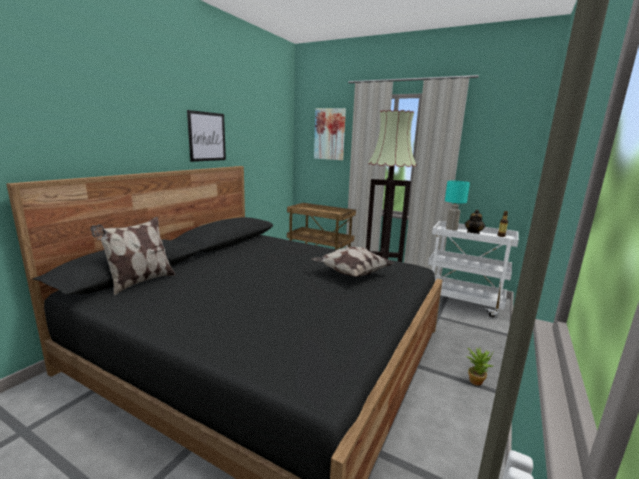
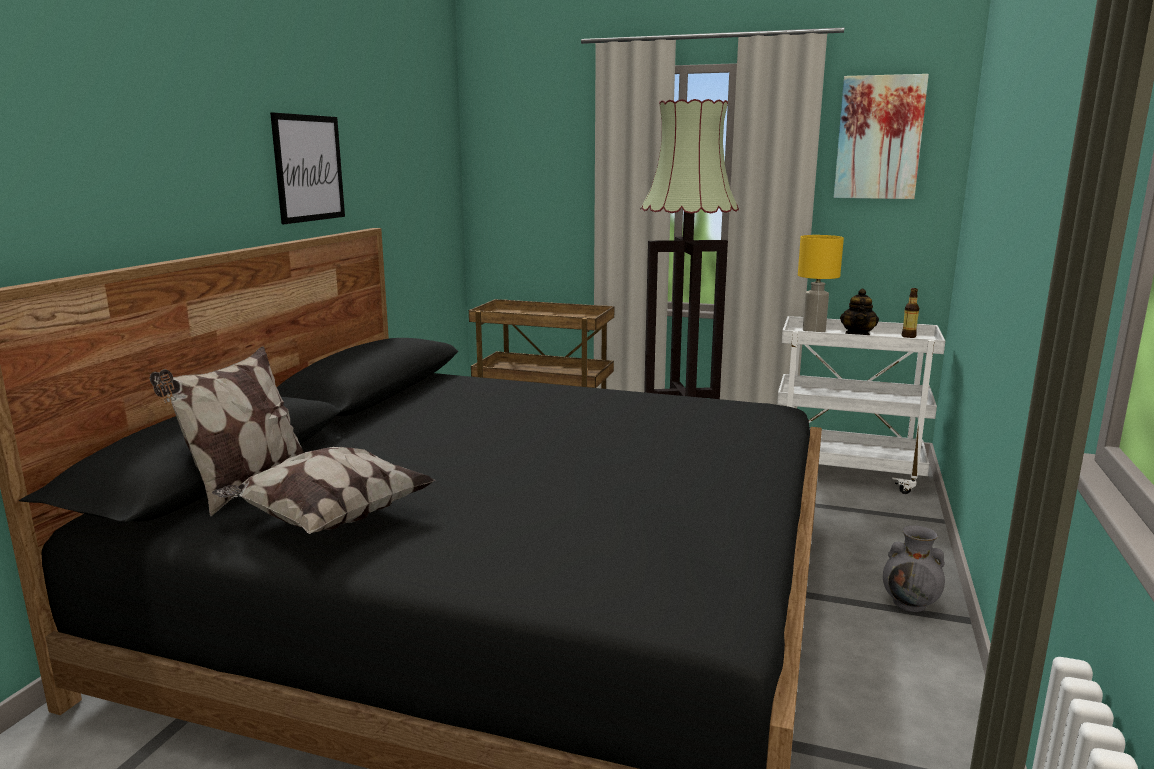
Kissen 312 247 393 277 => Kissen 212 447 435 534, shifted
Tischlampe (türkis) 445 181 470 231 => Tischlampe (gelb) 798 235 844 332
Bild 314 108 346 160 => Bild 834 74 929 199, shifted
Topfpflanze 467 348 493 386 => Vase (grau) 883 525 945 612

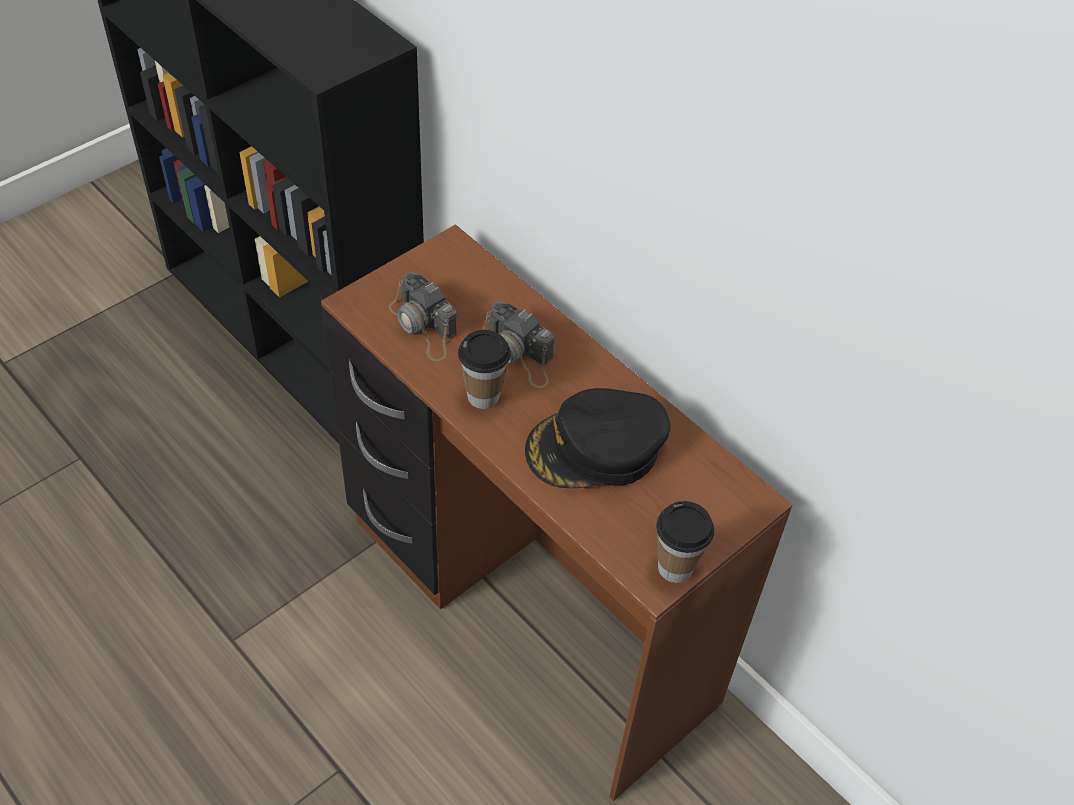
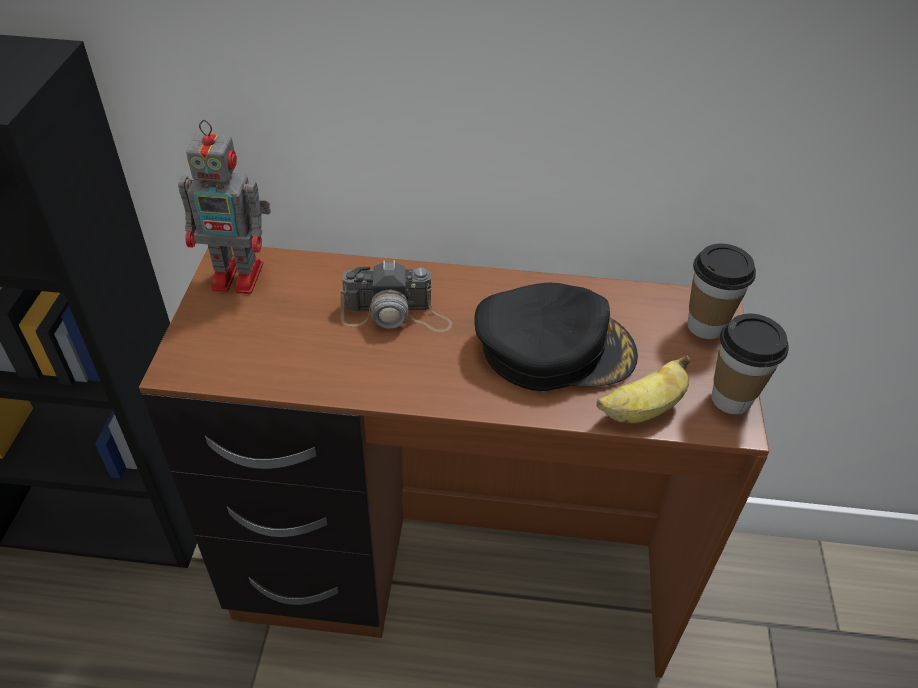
nothing => Spielzeugroboter 178 120 271 294
Kappe (schwarz) 525 388 670 488 => Kappe (schwarz) 475 283 638 391, 120 degrees counterclockwise
nothing => Banane 597 355 690 423
Tasse 458 330 511 409 => Tasse 687 244 756 339, shifted
Kamera 389 272 457 361 => nothing

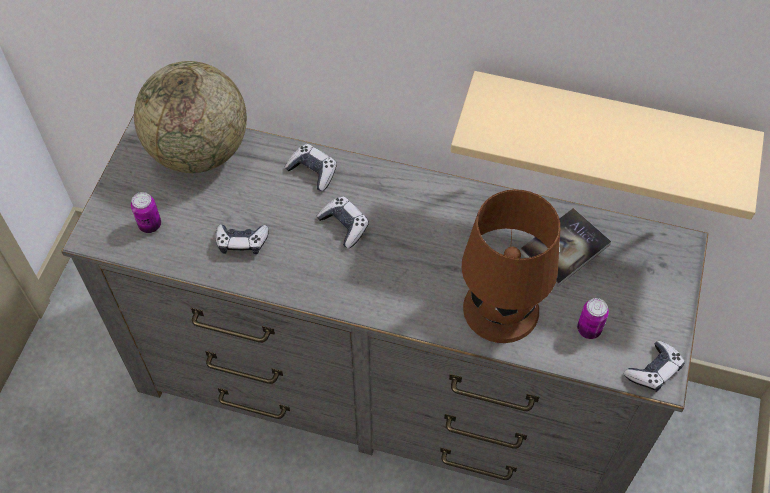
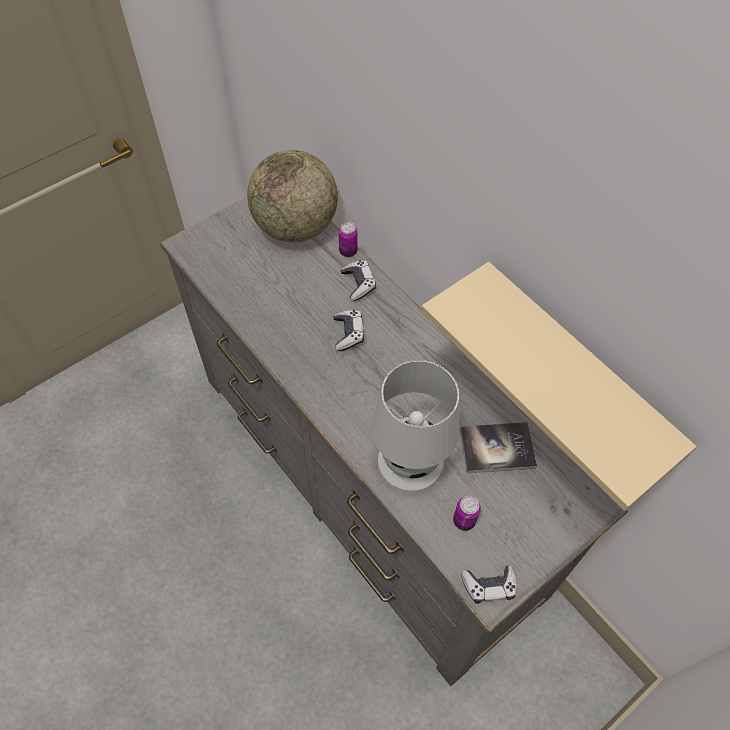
Dose 131 192 161 233 => Dose 339 222 358 257, shifted
Tischlampe (braun) 462 189 560 343 => Tischlampe (weiß) 372 360 459 494
Gamepad 215 224 269 254 => nothing

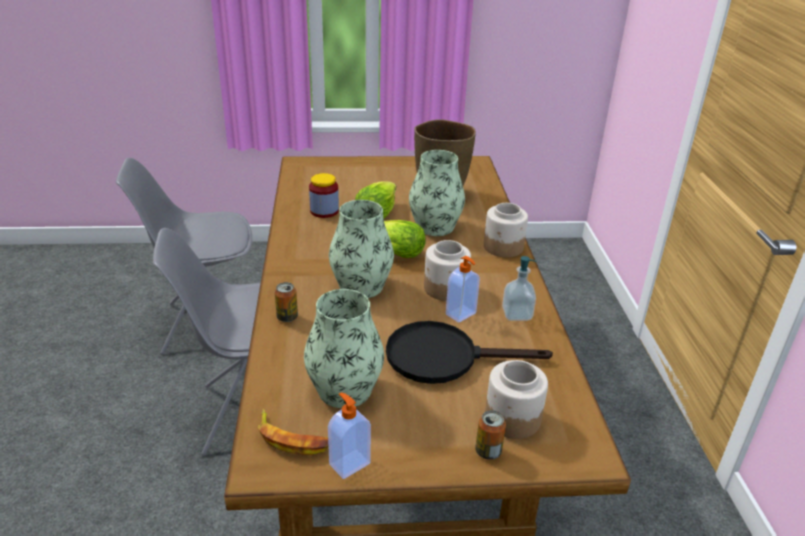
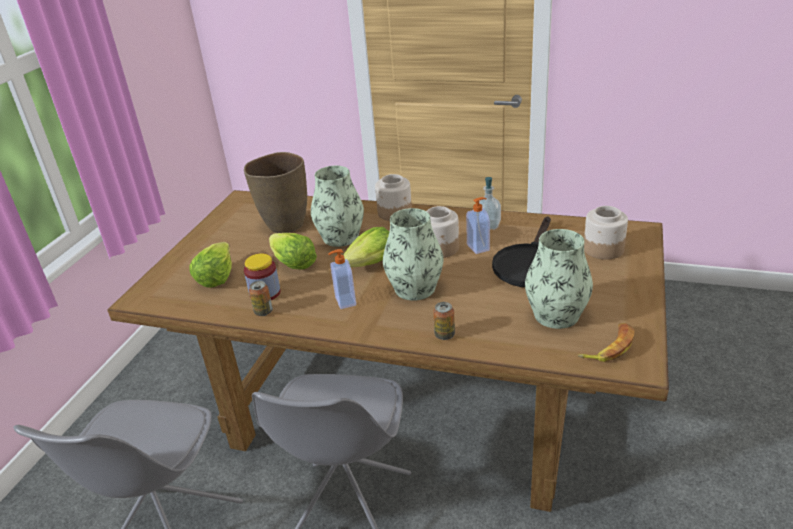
nothing => Salatkopf 190 242 232 288
Dose 475 410 506 460 => Dose 249 281 273 316, shifted
Seifenspender 328 393 371 479 => Seifenspender 328 249 356 309, shifted

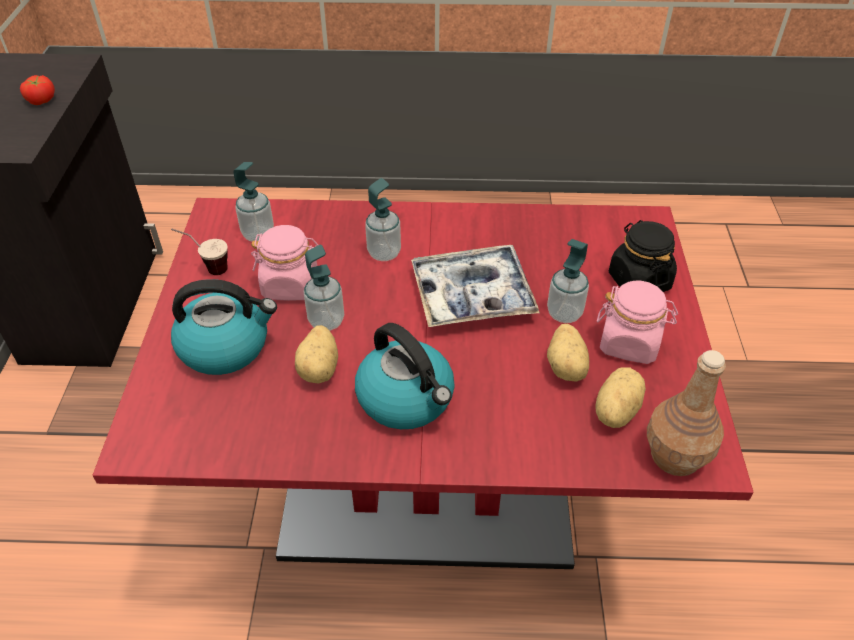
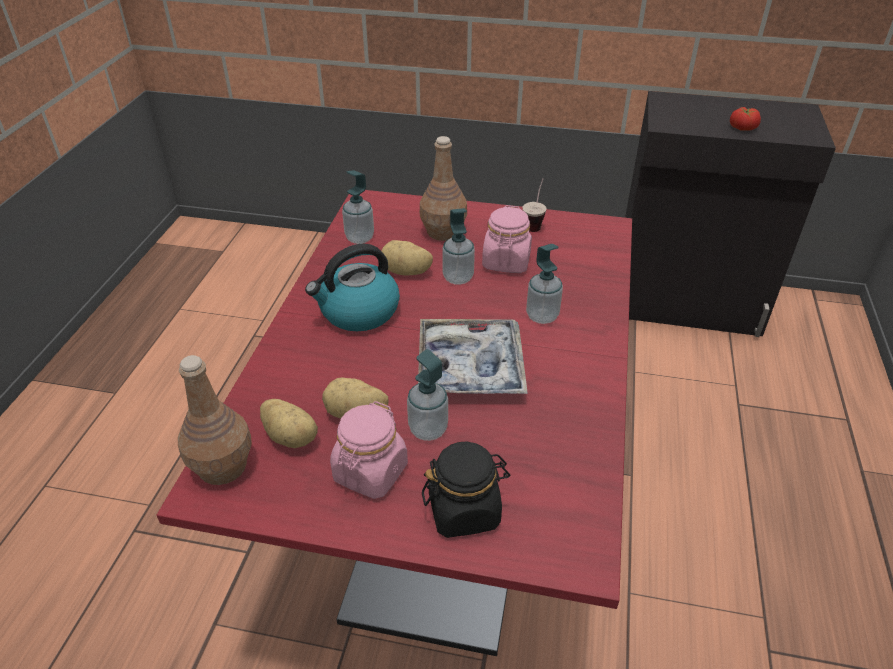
Seifenspender 233 162 274 242 => Seifenspender 342 170 374 244, shifted
Wasserkessel 171 279 277 375 => Flasche (braun) 420 136 467 241

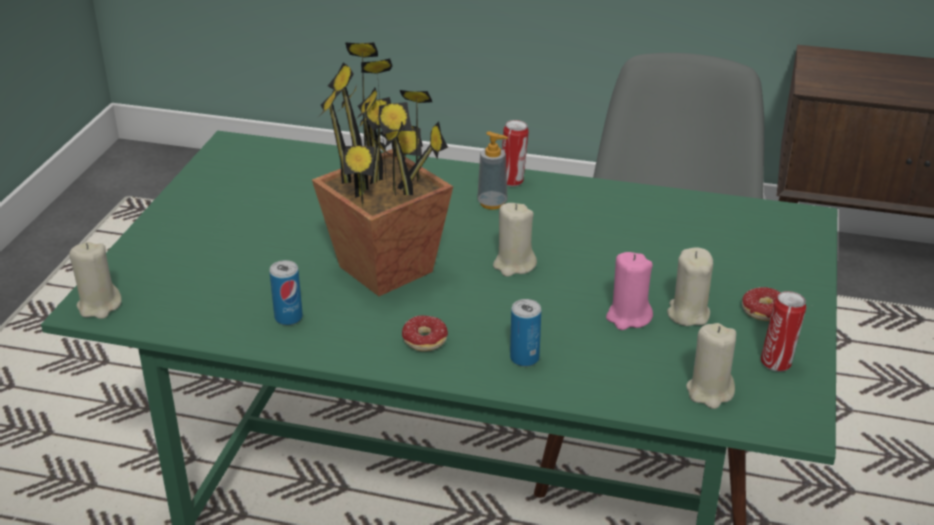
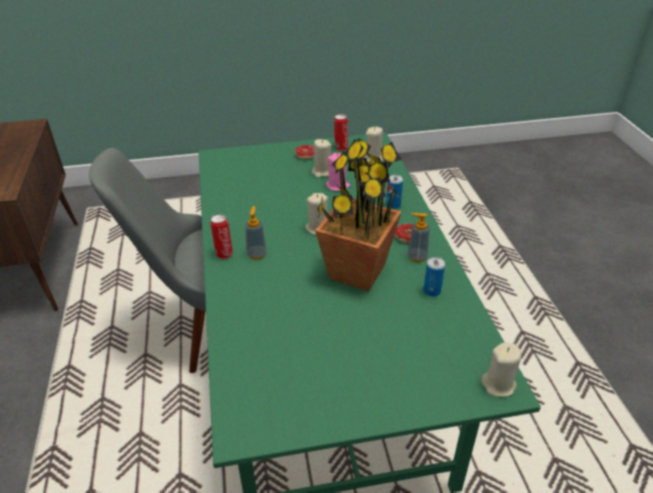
nothing => Seifenspender 408 213 430 262

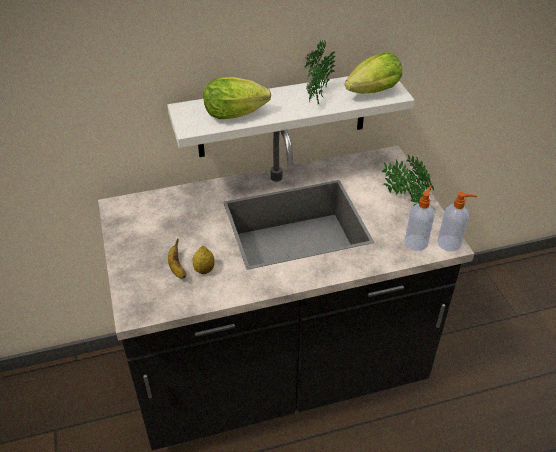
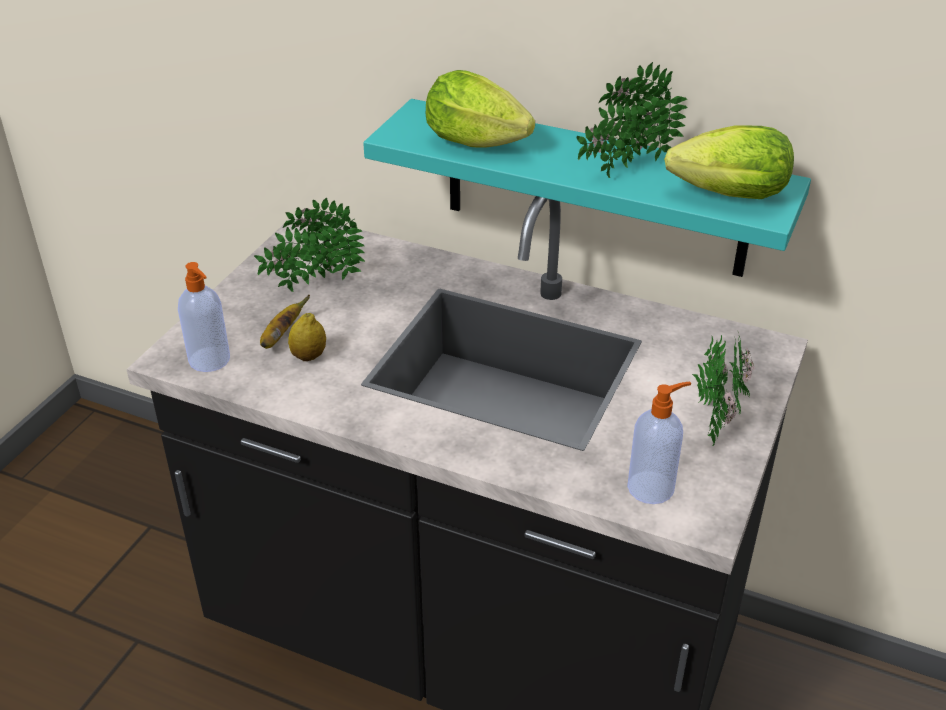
Seifenspender 437 192 477 251 => Seifenspender 178 262 230 372, shifted
nothing => Topfpflanze 254 198 365 292
Wandregal (weiß) 167 76 415 157 => Wandregal (türkis) 363 99 811 277

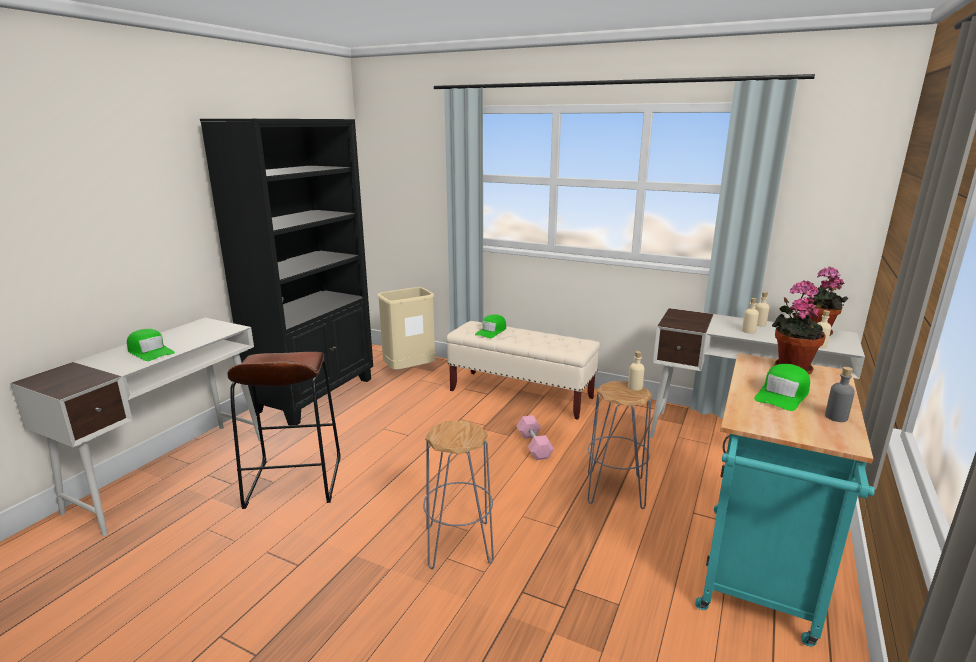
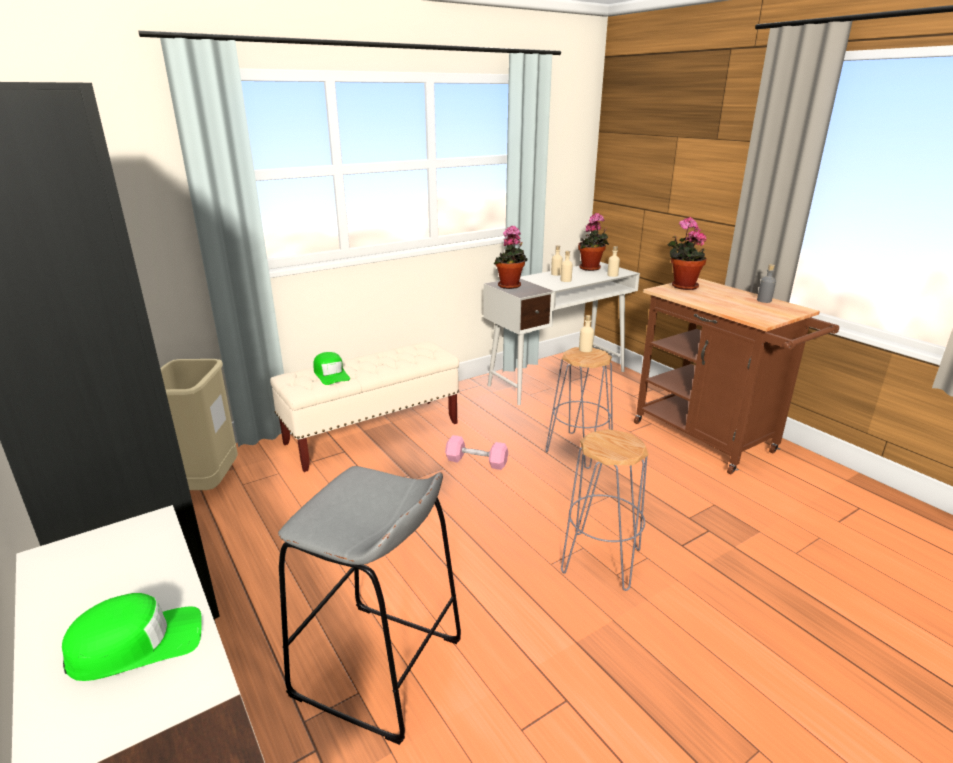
Hocker (braun) 227 352 341 509 => Hocker (grau) 278 466 461 745
nothing => Topfpflanze 494 225 527 289
Rollwagen (türkis) 695 353 875 646 => Rollwagen (braun) 634 278 839 474
Kappe (grün) 754 364 810 411 => nothing

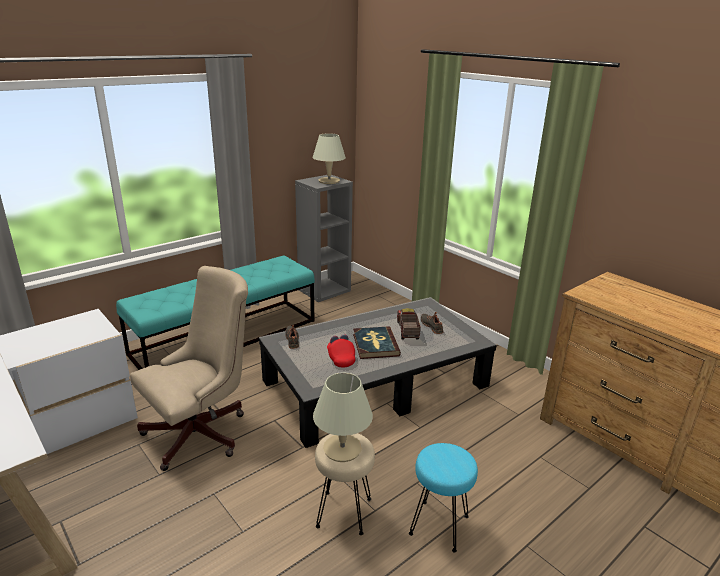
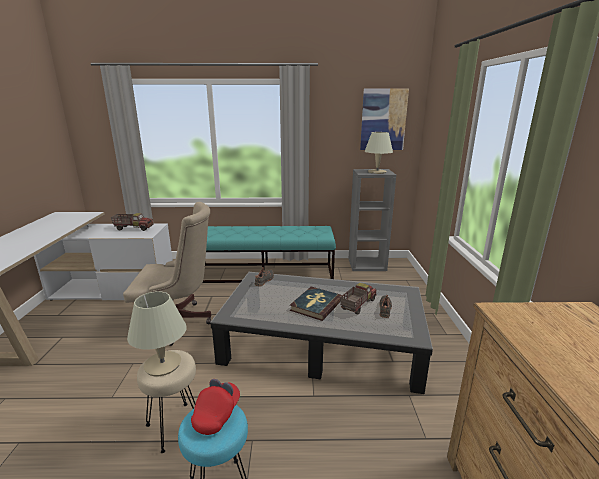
nothing => Spielzeuglaster 111 213 154 231
Kappe (rot) 327 335 356 367 => Kappe (rot) 191 379 240 435, shifted
nothing => Bild 360 88 409 150

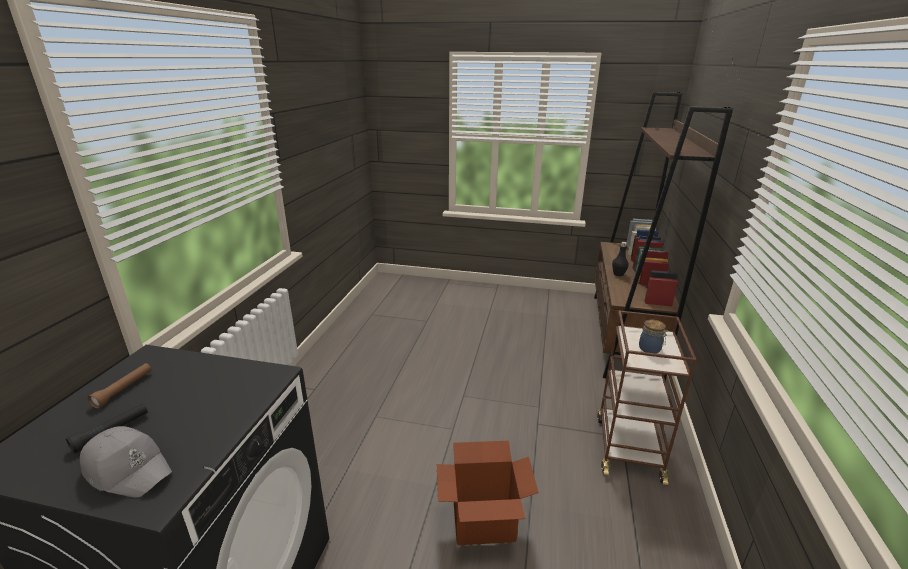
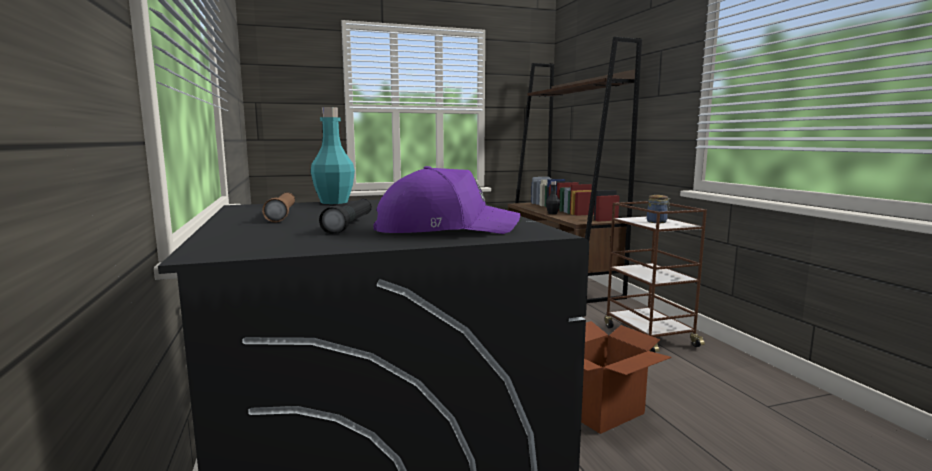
nothing => Flasche (türkis) 311 107 355 204
Kappe (grau) 80 426 172 498 => Kappe (lila) 374 166 520 234

